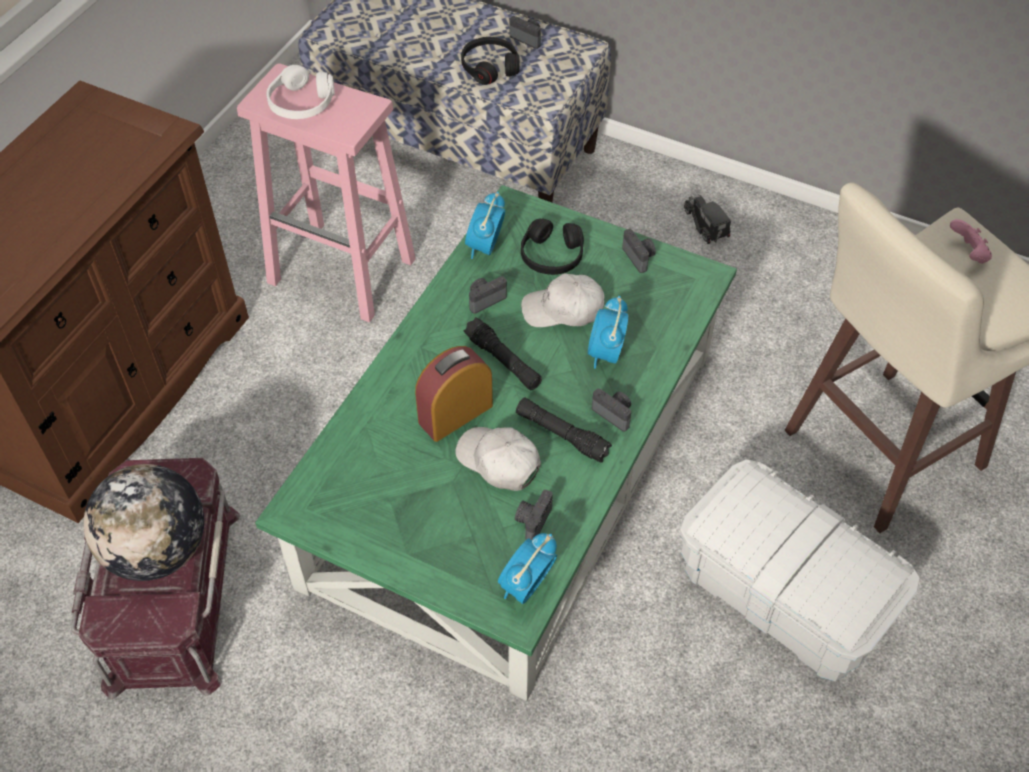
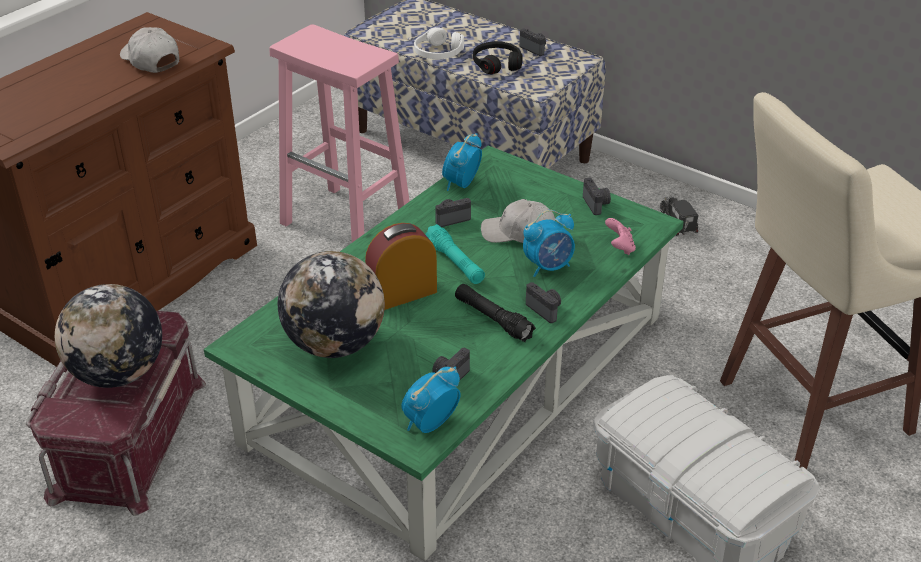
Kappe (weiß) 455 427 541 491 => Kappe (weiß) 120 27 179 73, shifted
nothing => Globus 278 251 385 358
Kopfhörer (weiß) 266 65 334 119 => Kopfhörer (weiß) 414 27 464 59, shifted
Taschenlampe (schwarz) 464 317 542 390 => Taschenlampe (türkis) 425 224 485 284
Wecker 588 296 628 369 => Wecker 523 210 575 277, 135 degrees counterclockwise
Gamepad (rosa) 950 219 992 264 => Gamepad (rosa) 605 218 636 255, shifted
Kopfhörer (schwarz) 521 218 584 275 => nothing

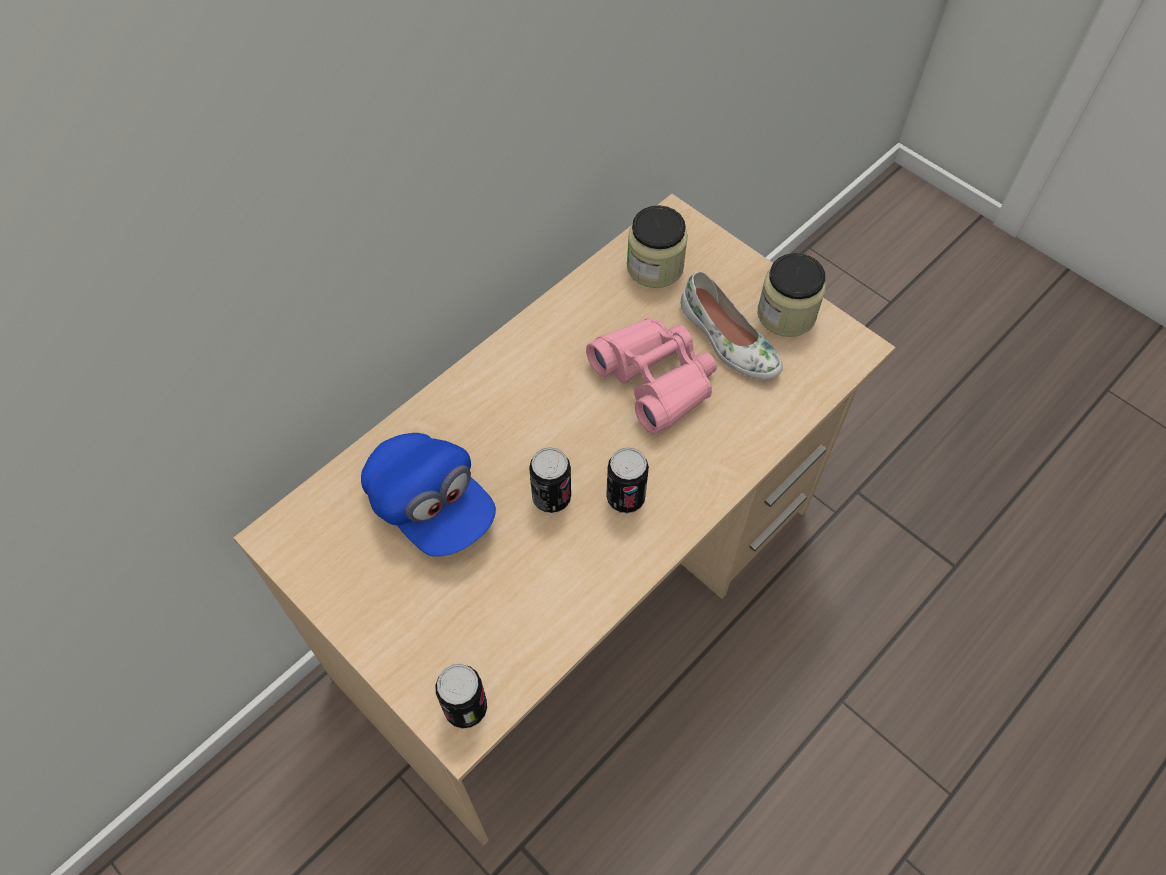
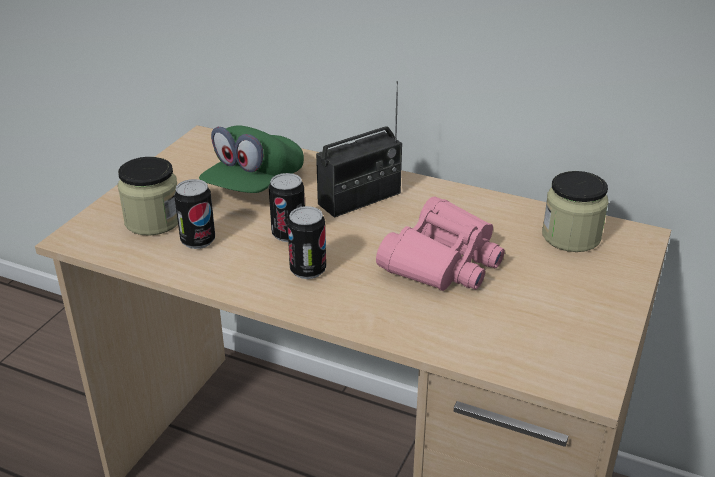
Vorratsglas 758 253 826 337 => Vorratsglas 118 157 178 236, shifted
Dose 435 664 487 729 => Dose 174 179 215 249, shifted
Kappe (blau) 361 433 496 556 => Kappe (grün) 199 125 304 193
nothing => Radio 316 81 402 218
Schuh (weiß) 681 271 783 379 => nothing

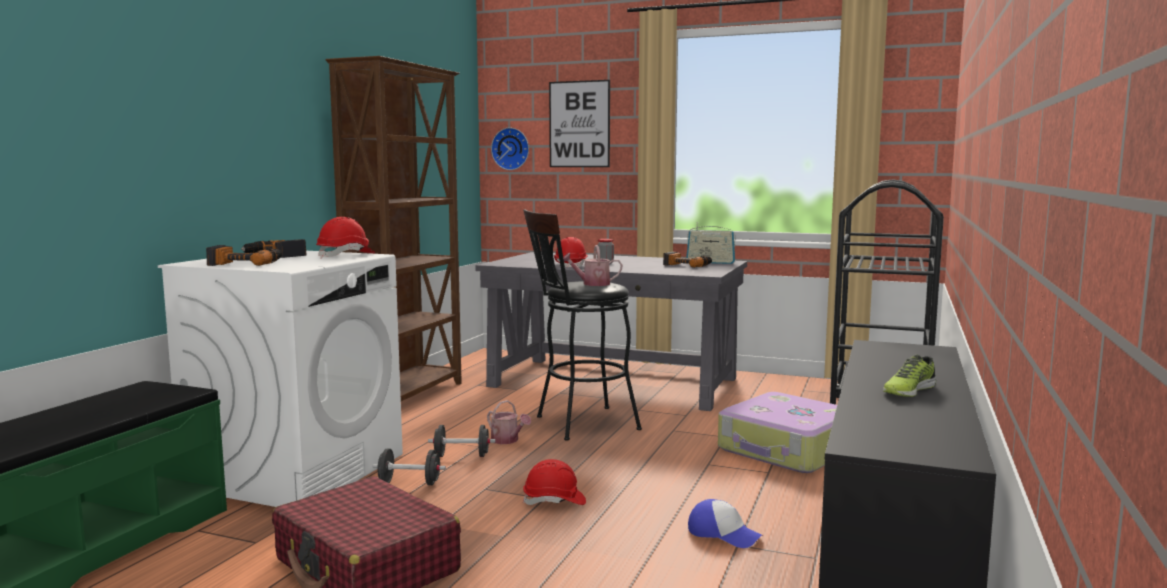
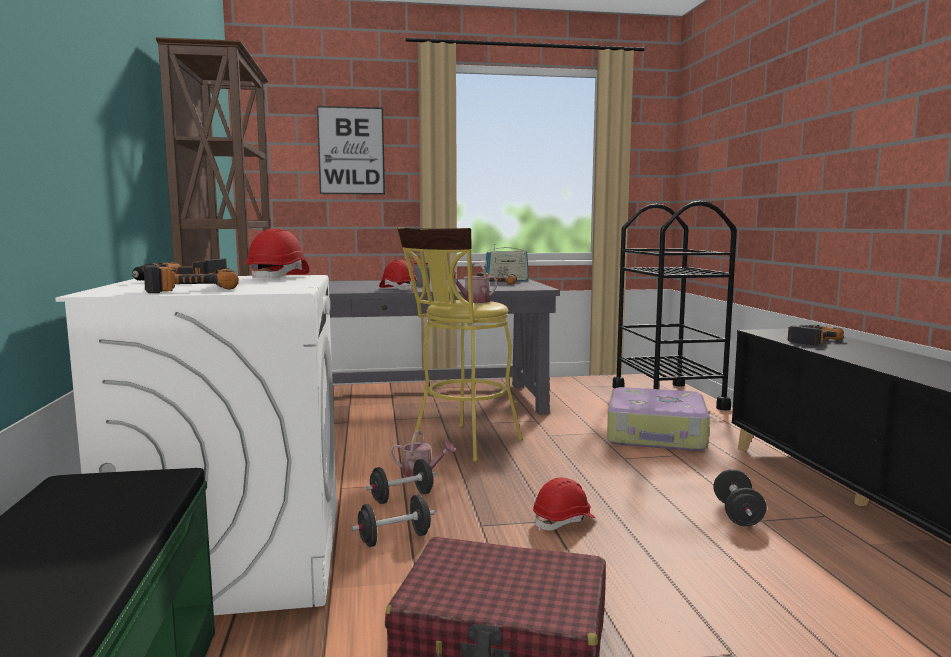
Hocker (schwarz) 523 210 642 441 => Hocker (gelb) 398 227 523 462
Kappe 688 499 762 548 => Hantel (schwarz) 713 469 766 526
nothing => Bohrmaschine 788 325 844 346
Wanduhr 491 128 529 170 => nothing
Schuh 883 355 936 397 => nothing

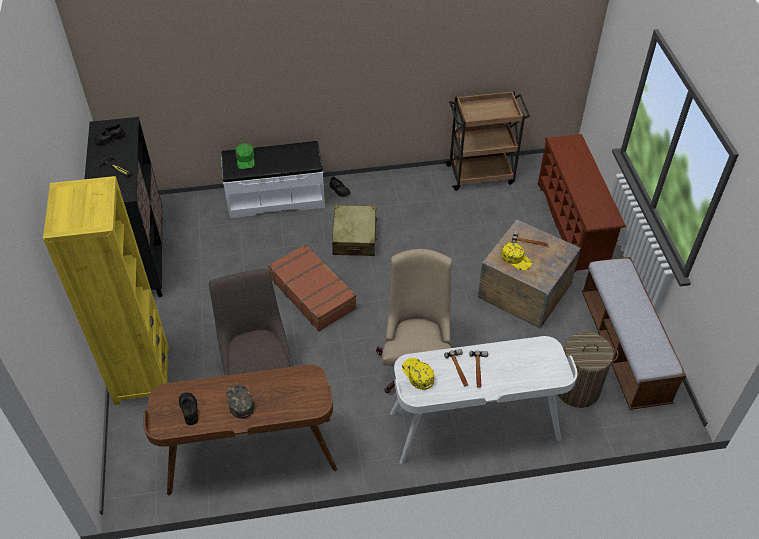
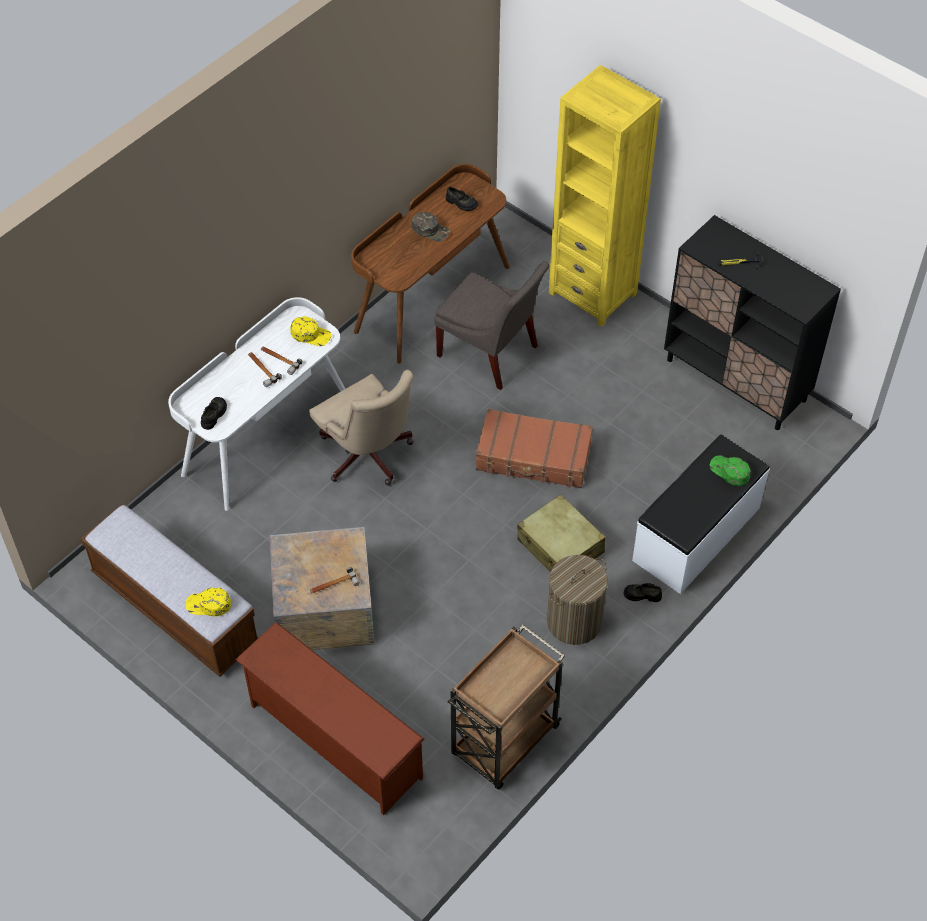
Kappe (gelb) 501 242 532 270 => Kappe (gelb) 186 588 231 616, shifted
Schuh (schwarz) 94 124 125 145 => Schuh (schwarz) 201 397 227 430, shifted
Wäschekorb 557 332 619 408 => Wäschekorb 547 555 608 645, shifted

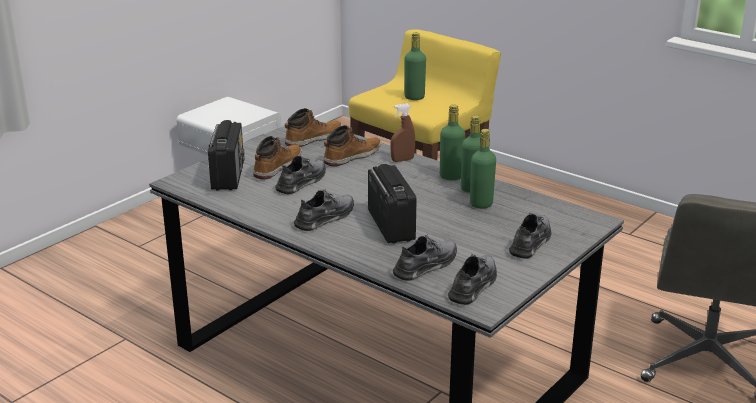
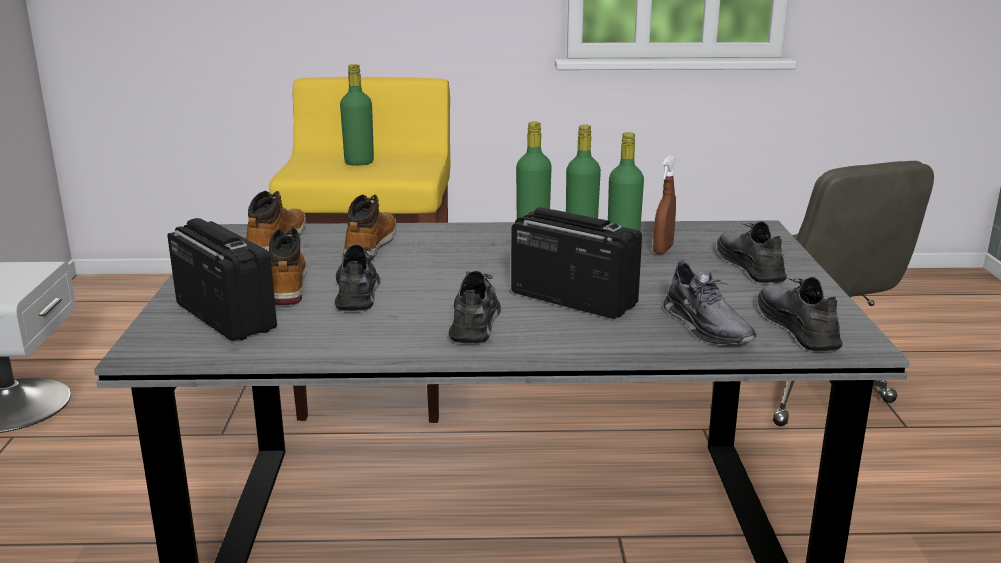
Sprühflasche (braun) 390 103 415 162 => Sprühflasche (braun) 653 155 676 254, shifted
Schuh (grau) 393 235 457 281 => Schuh (grau) 663 260 756 345, 150 degrees clockwise

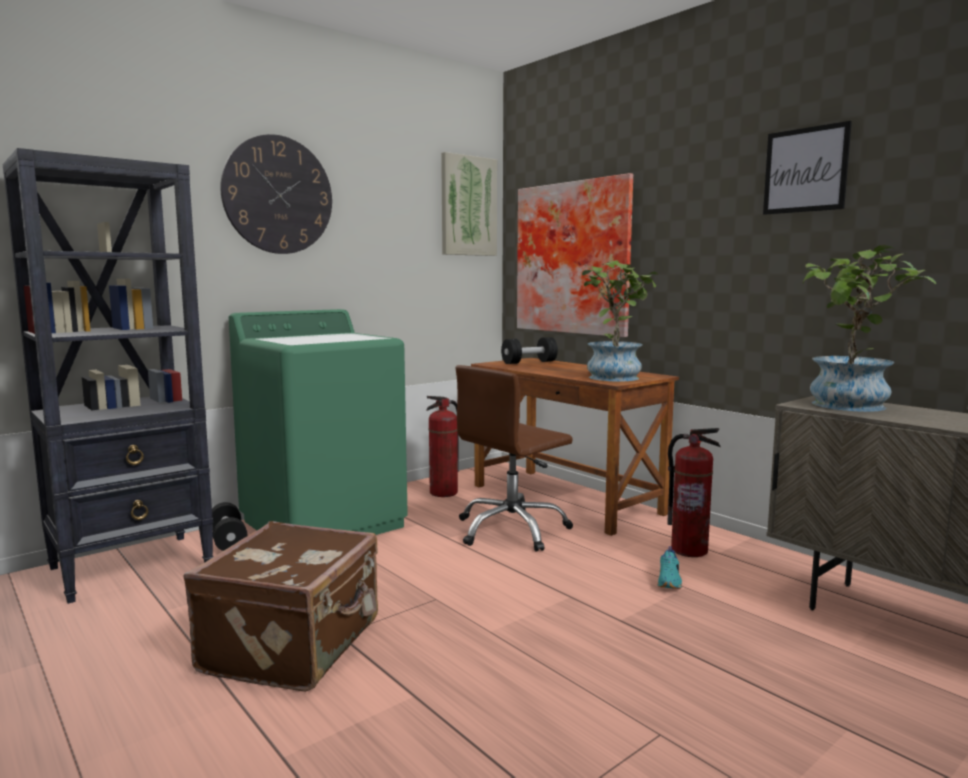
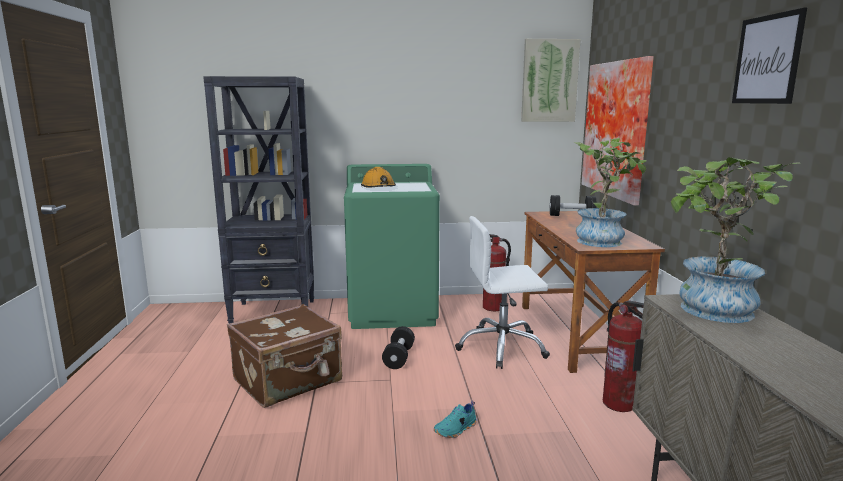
nothing => Schutzhelm (orange) 361 167 396 188
Hantel (schwarz) 212 502 247 551 => Hantel (schwarz) 382 326 415 369, shifted
Schuh (türkis) 658 546 682 589 => Schuh (türkis) 434 401 477 438, shifted
Bürostuhl (braun) 456 365 573 552 => Bürostuhl (weiß) 455 216 550 369
Wanduhr 220 134 332 254 => nothing

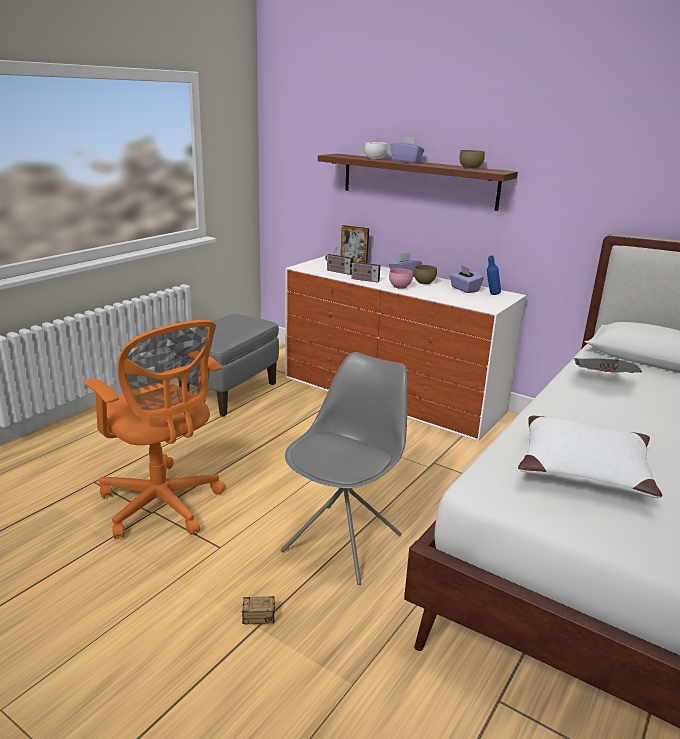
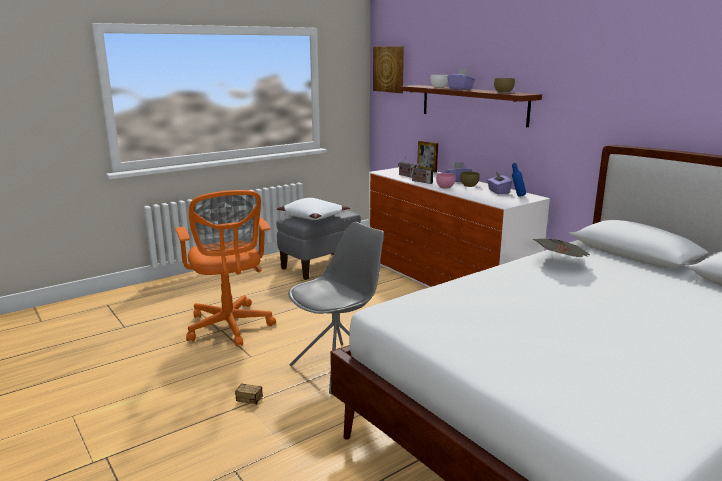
Kissen (weiß) 518 416 662 498 => Kissen (weiß) 277 198 350 220, shifted
nothing => Bild 373 46 404 93

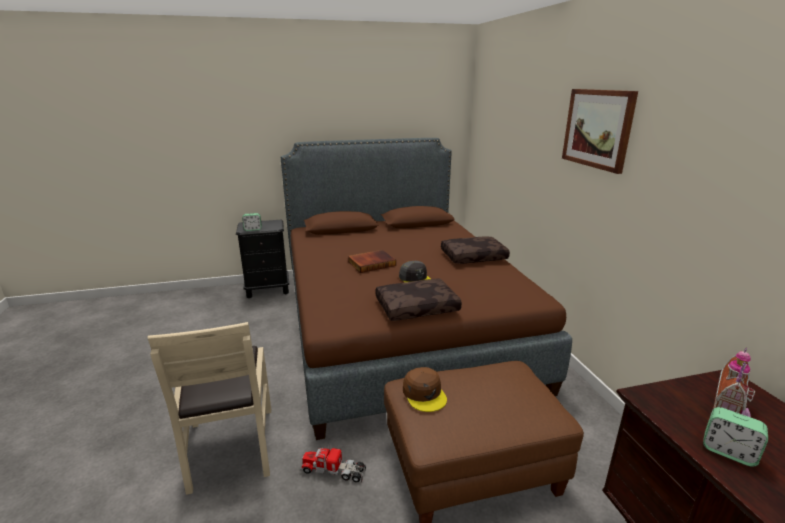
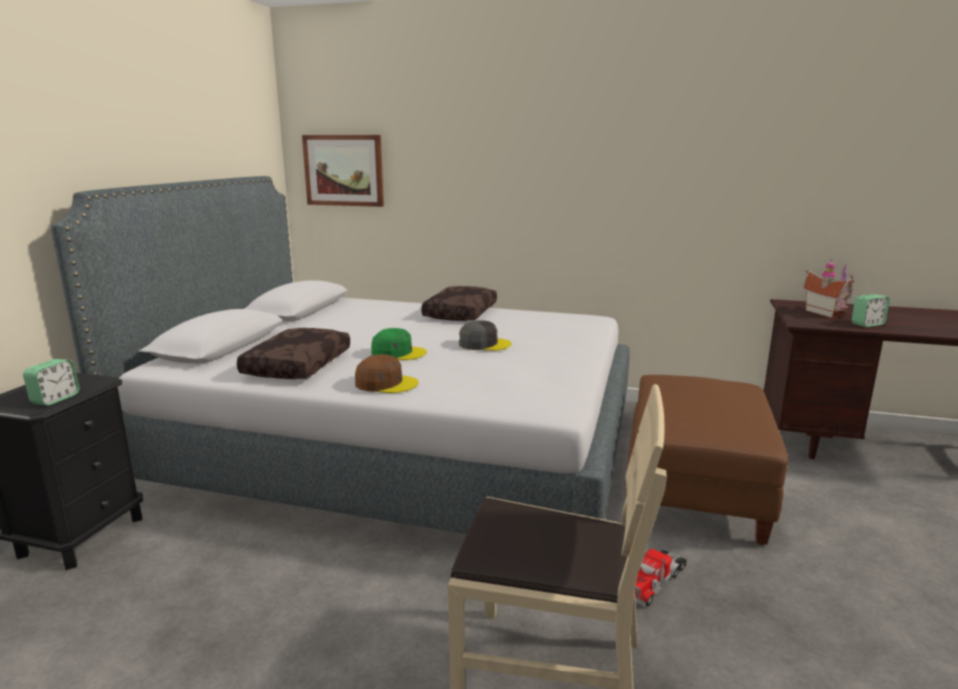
Bett (braun) 281 138 572 440 => Bett (grau) 51 176 630 534
Kissen (braun) 375 279 462 321 => Kissen (braun) 237 328 350 379, shifted
Bild 562 89 638 174 => Bild 302 135 384 207, shifted
Kappe (braun) 403 367 447 412 => Kappe (braun) 355 354 419 393, shifted
Buch 348 250 396 273 => Kappe (grün) 371 328 427 360

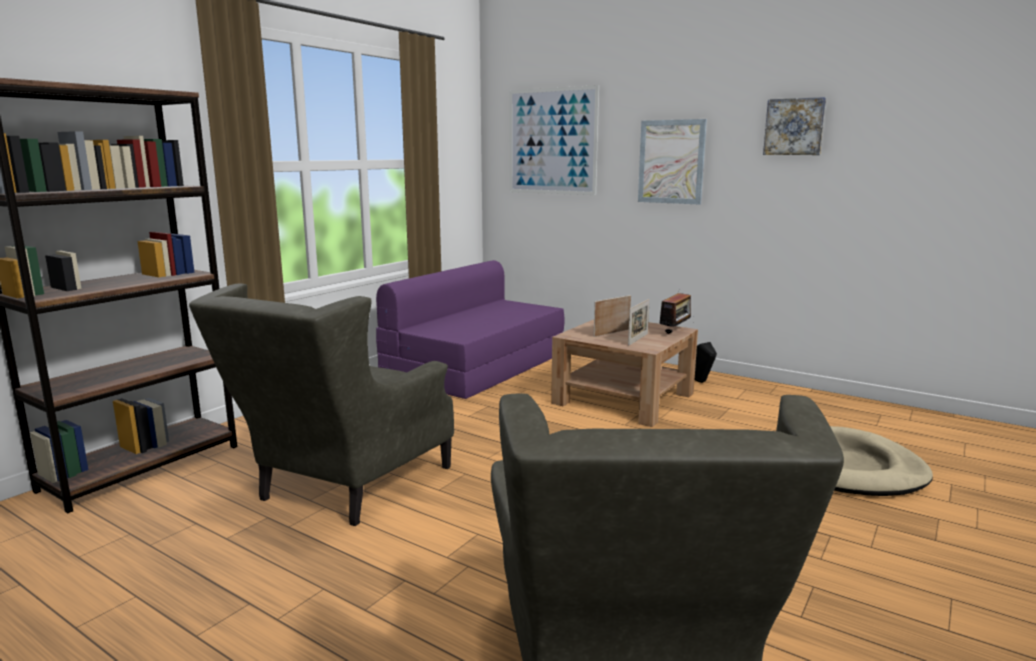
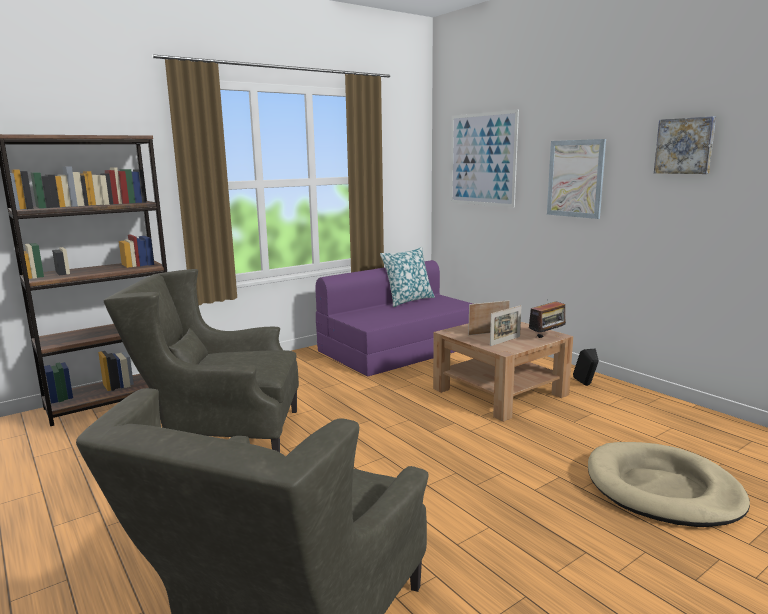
Sessel (grau) 189 284 454 526 => Sessel (grau) 104 269 299 452, 45 degrees clockwise
nothing => Kissen 380 247 435 307

